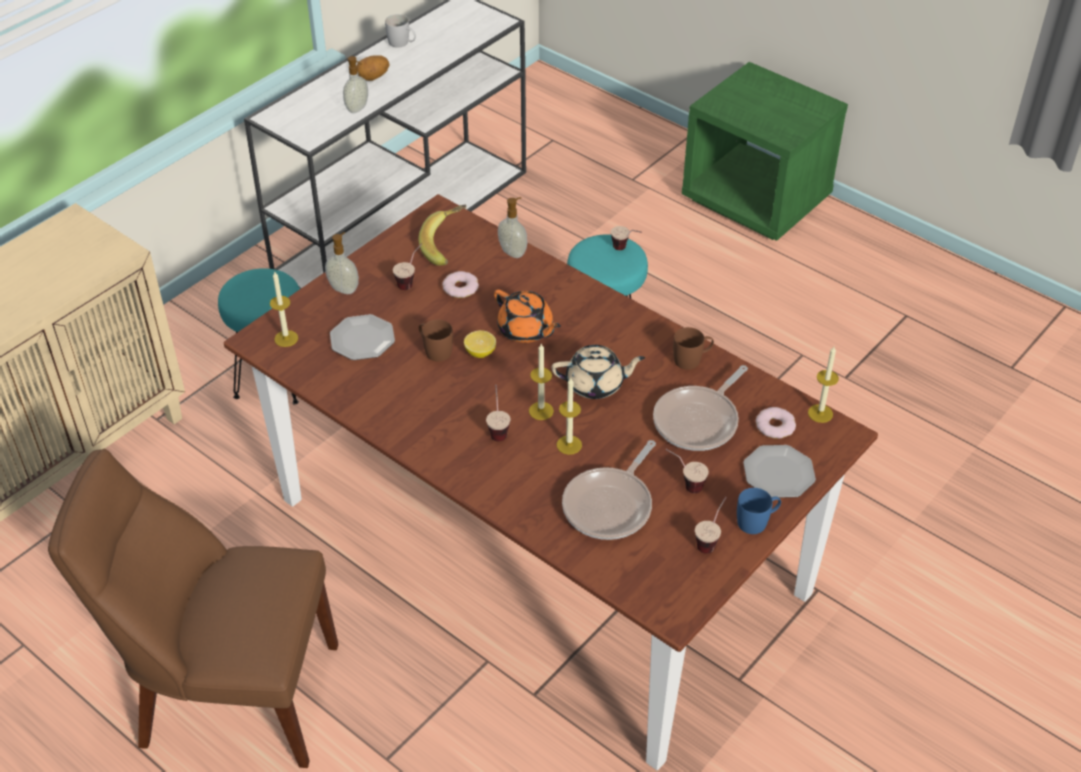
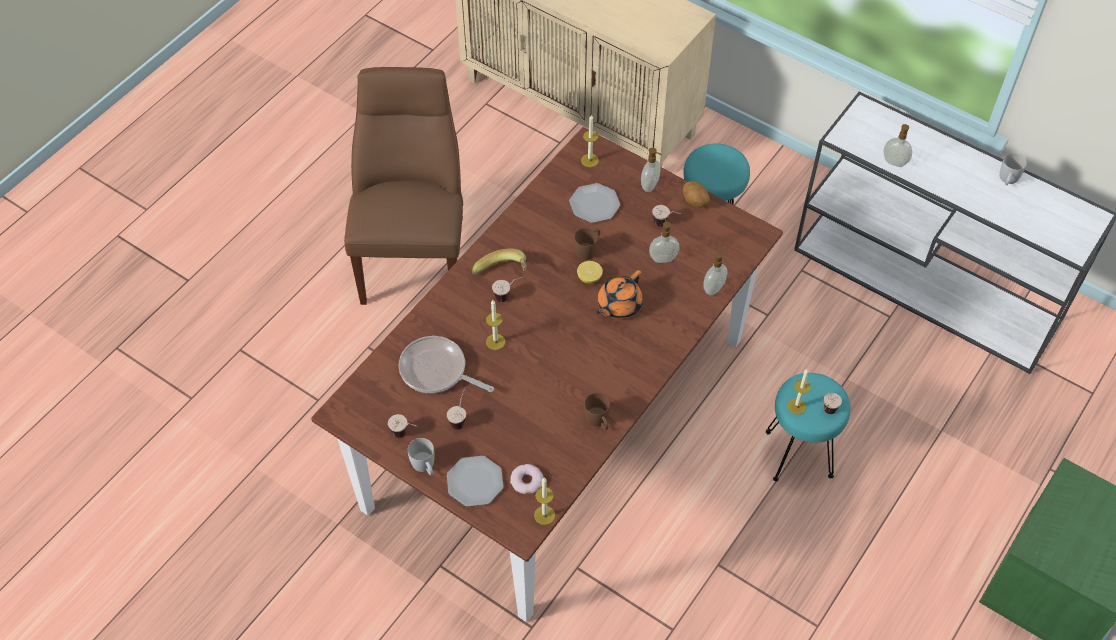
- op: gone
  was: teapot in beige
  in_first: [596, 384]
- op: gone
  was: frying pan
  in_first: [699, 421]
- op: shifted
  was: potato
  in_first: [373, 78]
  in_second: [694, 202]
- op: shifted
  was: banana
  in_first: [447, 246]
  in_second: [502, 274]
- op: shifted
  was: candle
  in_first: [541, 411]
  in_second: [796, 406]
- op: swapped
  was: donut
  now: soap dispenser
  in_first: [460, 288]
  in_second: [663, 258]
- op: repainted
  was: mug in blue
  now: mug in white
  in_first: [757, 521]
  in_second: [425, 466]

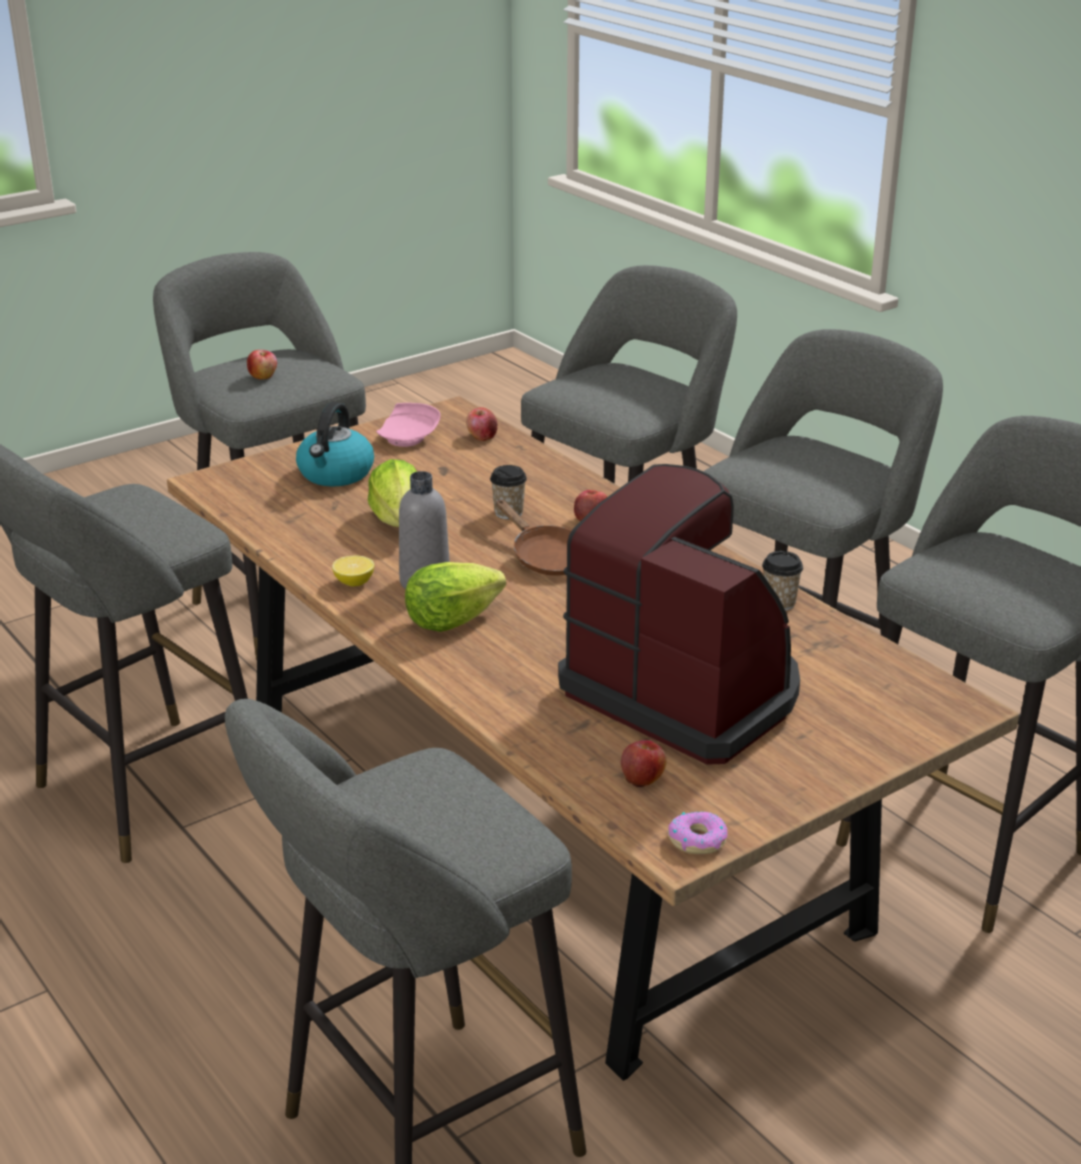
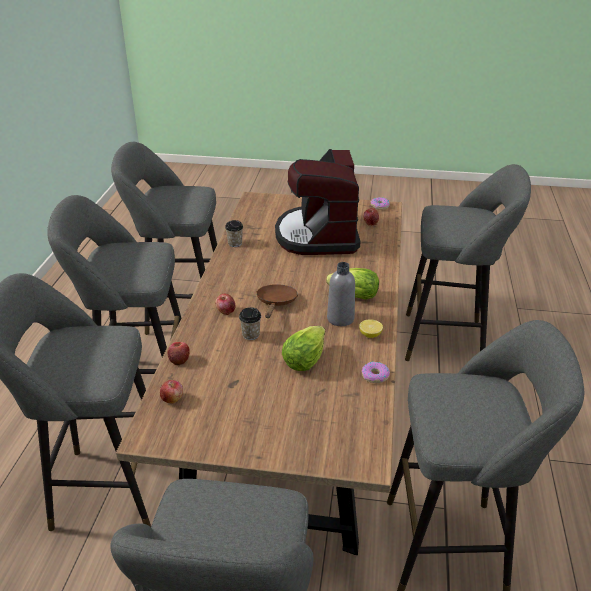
- op: gone
  was: kettle
  in_first: [336, 474]
- op: gone
  was: plate in pink
  in_first: [409, 437]
- op: new
  now: donut
  in_second: [375, 376]
- op: shifted
  was: apple
  in_first: [263, 376]
  in_second: [179, 359]

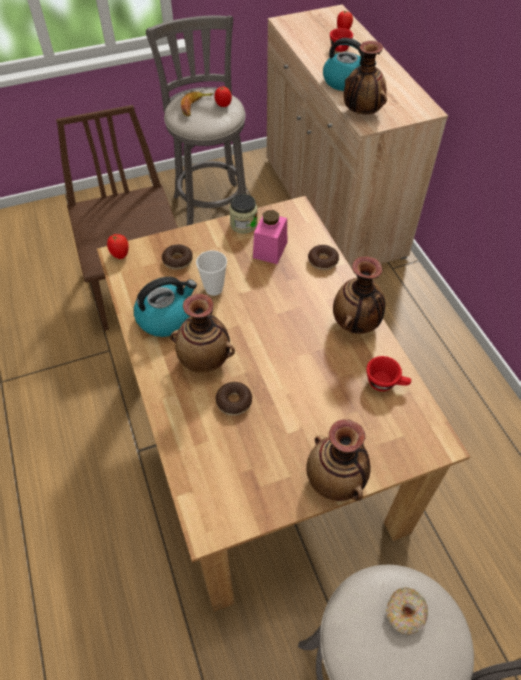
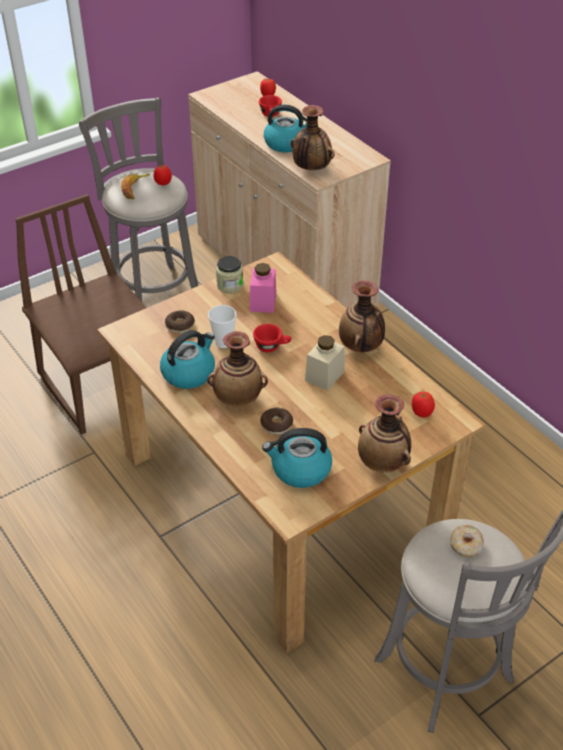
- op: gone
  was: donut
  in_first: [323, 261]
- op: new
  now: kettle
  in_second: [300, 470]
- op: new
  now: jar in beige
  in_second: [324, 376]
- op: shifted
  was: tomato
  in_first: [120, 254]
  in_second: [421, 413]
- op: shifted
  was: cup in red
  in_first: [386, 383]
  in_second: [272, 346]

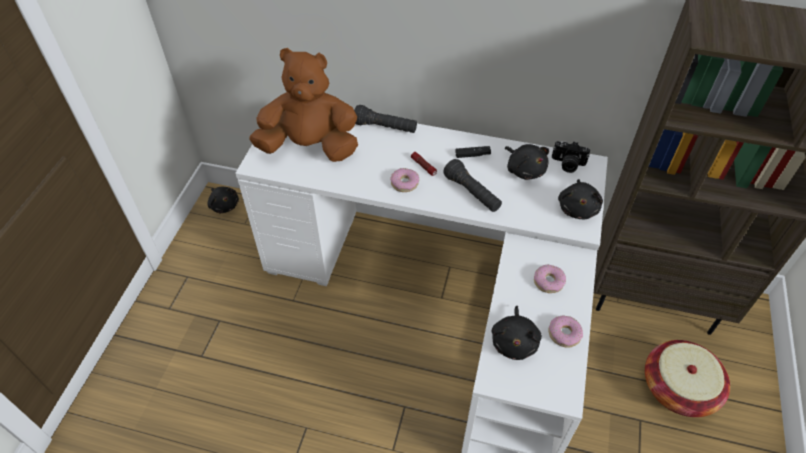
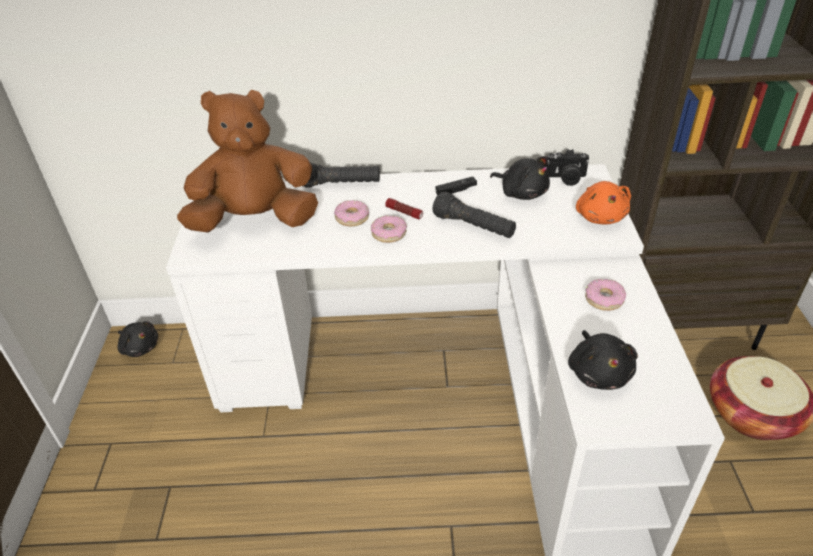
- op: shifted
  was: donut
  in_first: [564, 334]
  in_second: [352, 218]
- op: repainted
  was: plush toy in black
  now: plush toy in orange
  in_first: [578, 208]
  in_second: [600, 216]

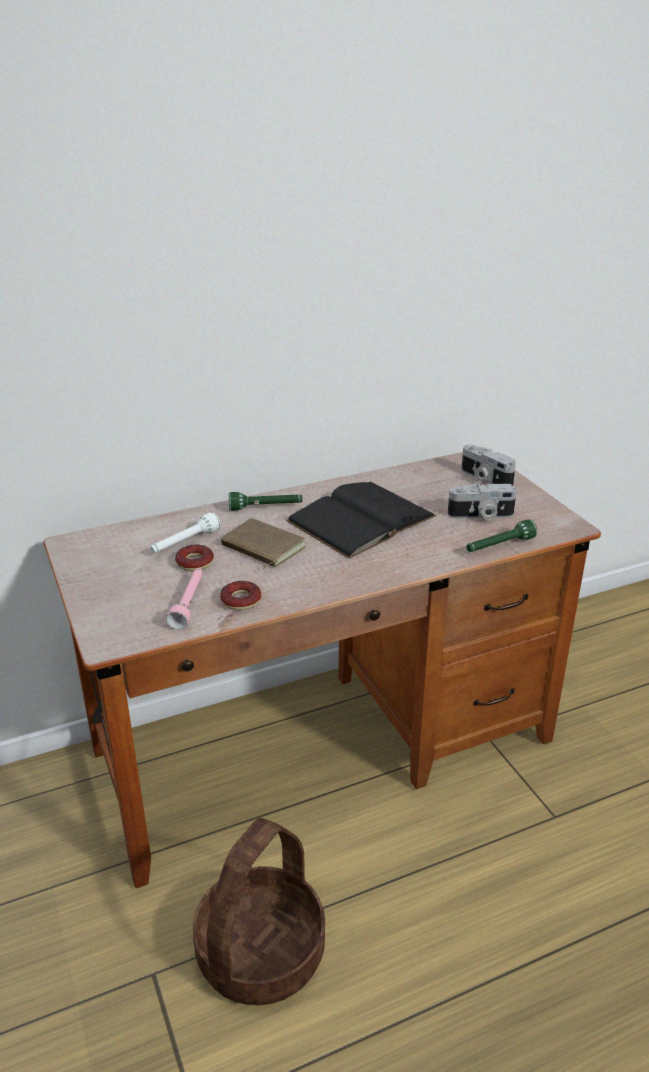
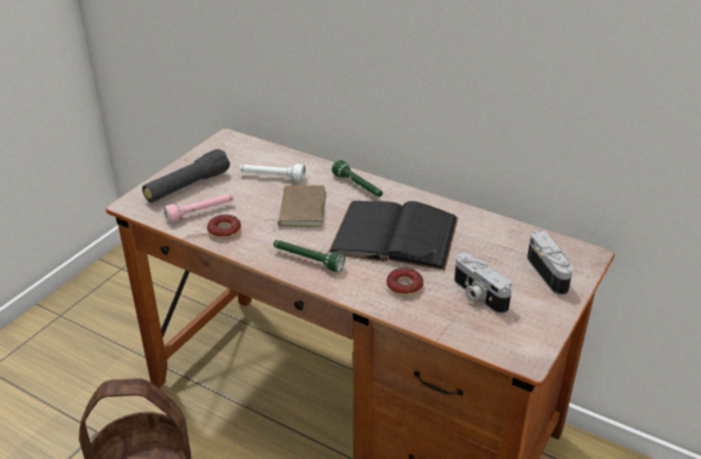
- op: new
  now: flashlight in black
  in_second: [187, 186]
- op: shifted
  was: donut
  in_first: [195, 562]
  in_second: [404, 286]
- op: shifted
  was: flashlight in green
  in_first: [499, 546]
  in_second: [307, 260]
- op: rotated
  was: photo camera
  in_first: [484, 479]
  in_second: [550, 273]
  clockwise: 150

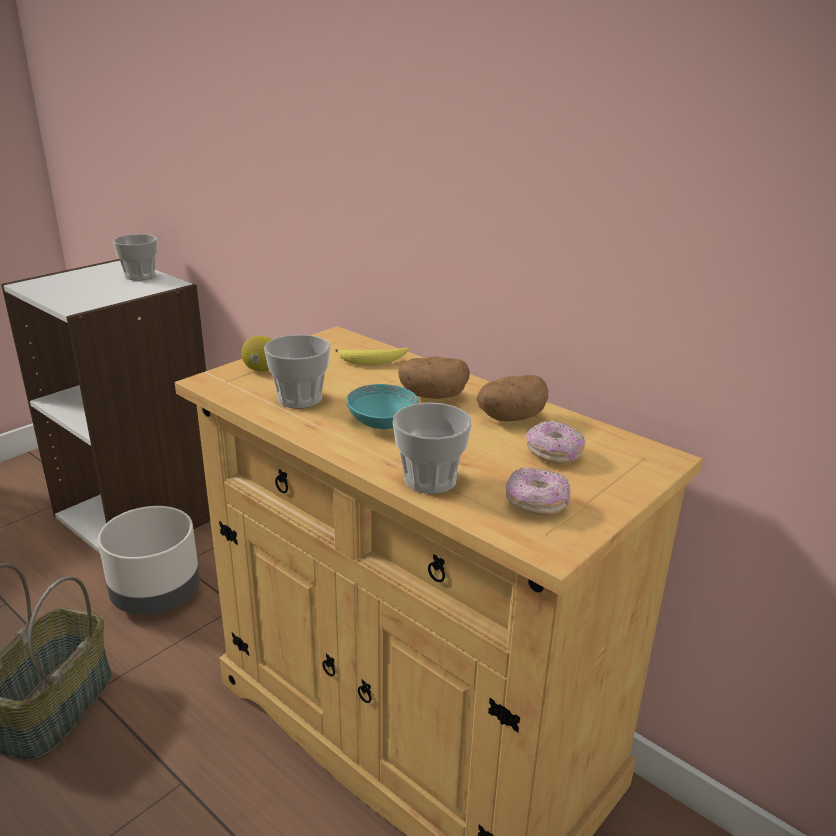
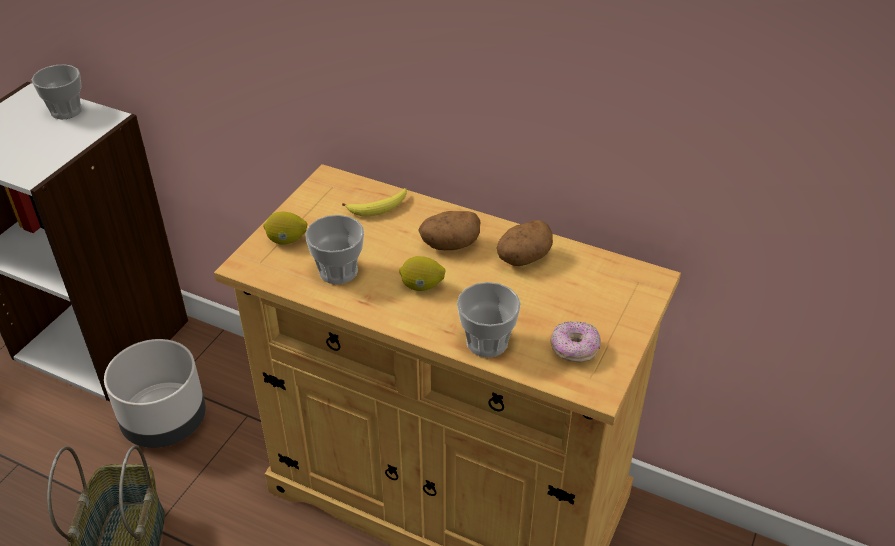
- op: gone
  was: donut
  in_first: [554, 454]
- op: swapped
  was: bowl in turquoise
  now: lemon
  in_first: [382, 423]
  in_second: [422, 286]

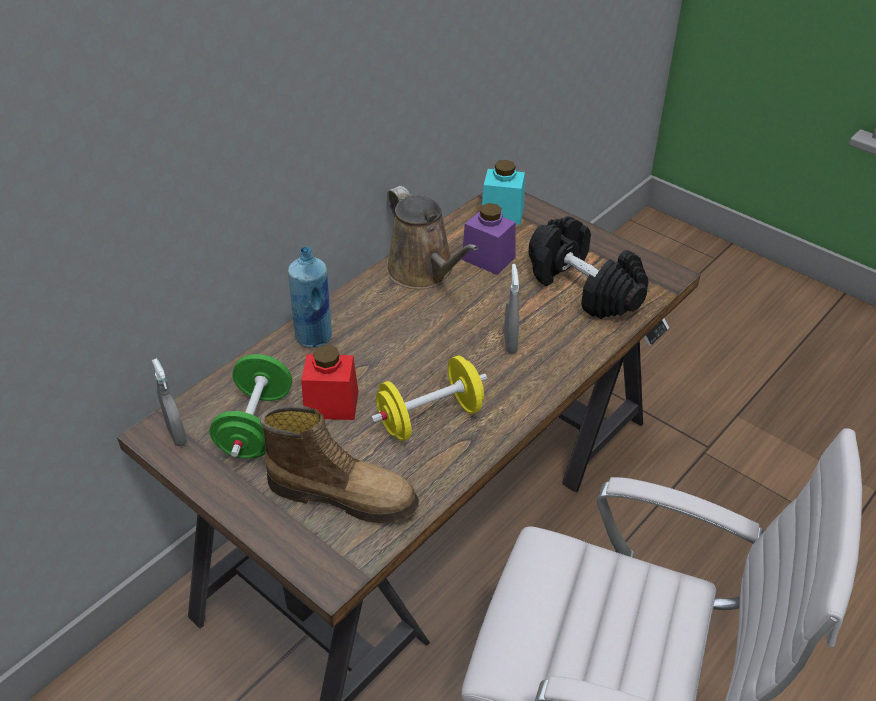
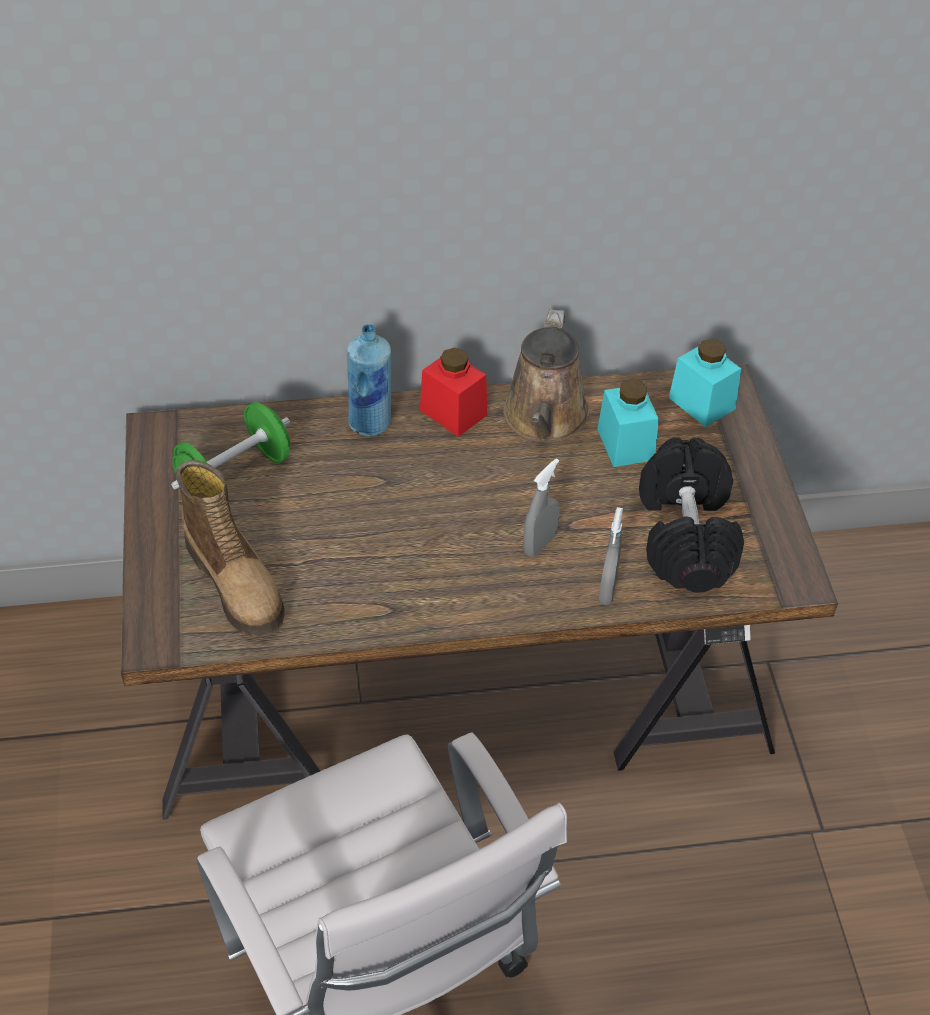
- op: gone
  was: dumbbell in yellow
  in_first: [430, 418]
- op: shifted
  was: spray bottle in grey
  in_first: [177, 435]
  in_second: [607, 590]
- op: shifted
  was: jar in red
  in_first: [331, 404]
  in_second: [453, 412]
- op: repainted
  was: jar in purple
  now: jar in turquoise
  in_first: [488, 258]
  in_second: [625, 444]

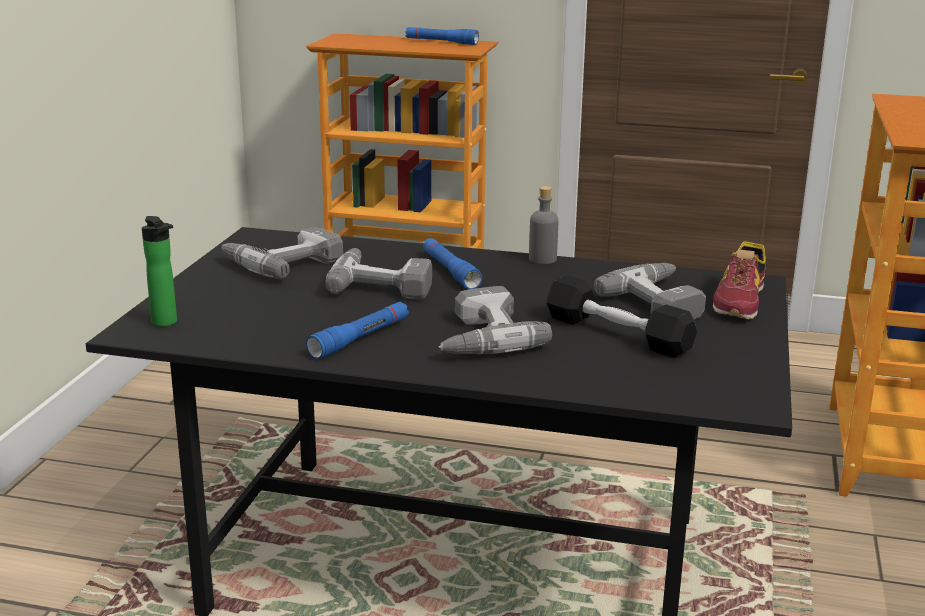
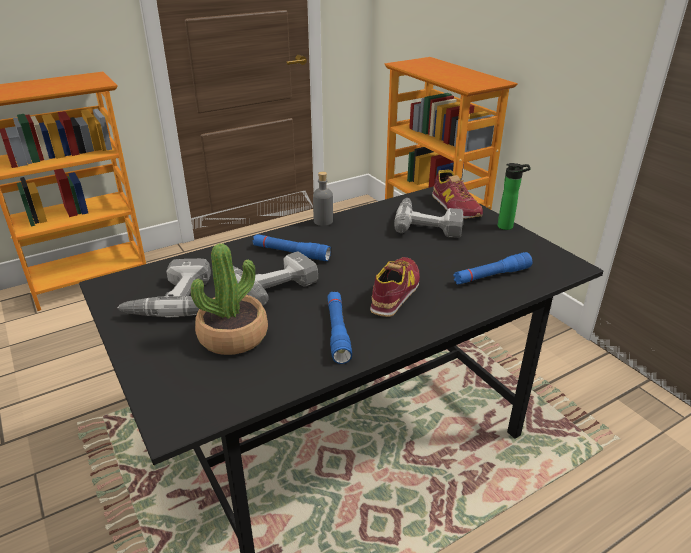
- op: gone
  was: dumbbell in black
  in_first: [617, 334]
- op: new
  now: potted plant
  in_second: [233, 336]
- op: shifted
  was: bottle
  in_first: [166, 323]
  in_second: [507, 226]
- op: shifted
  was: flashlight in blue
  in_first: [441, 42]
  in_second: [491, 276]
- op: swapped
  was: power drill
  now: shoe
  in_first: [480, 337]
  in_second: [395, 292]

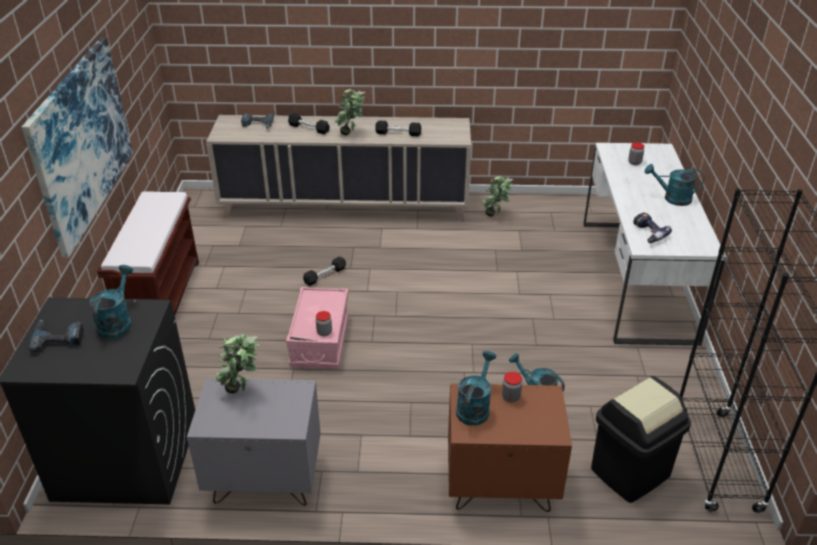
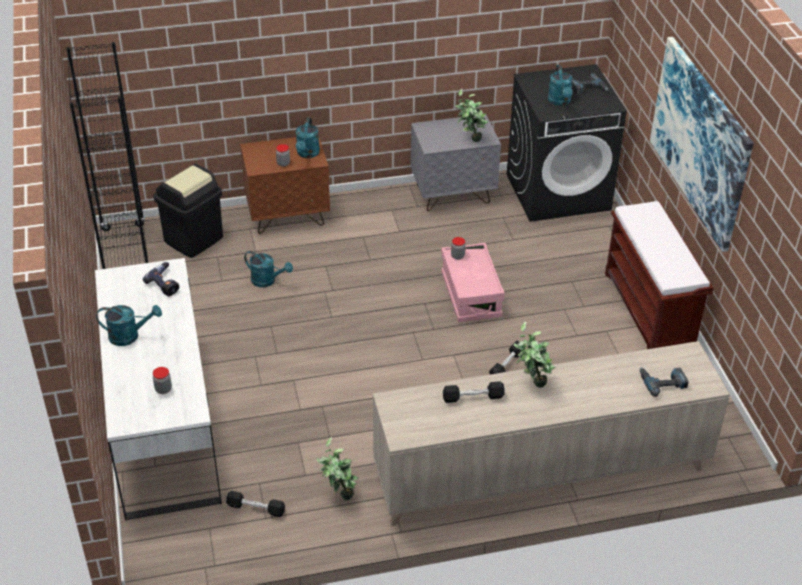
- op: shifted
  was: dumbbell in black
  in_first: [309, 128]
  in_second: [256, 508]

